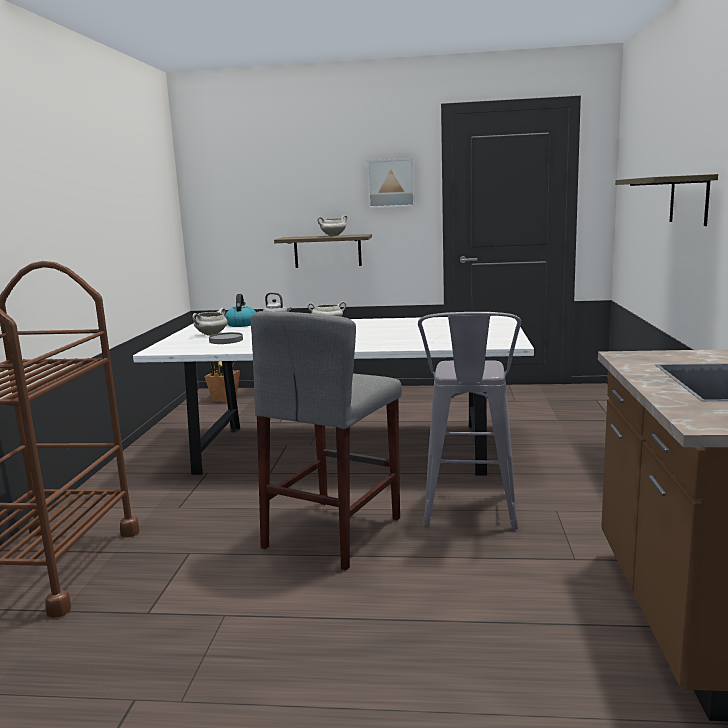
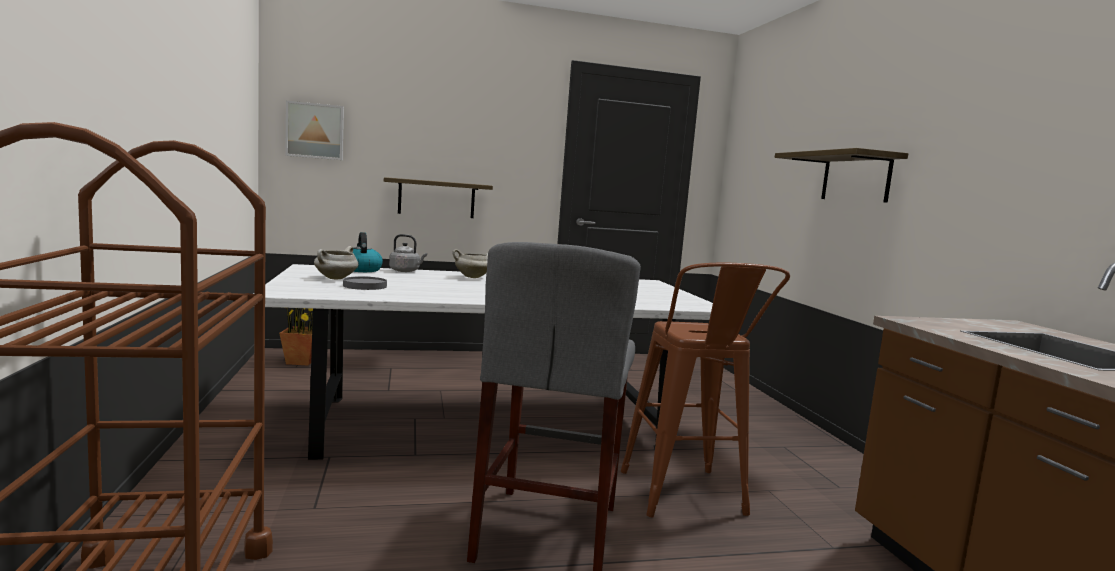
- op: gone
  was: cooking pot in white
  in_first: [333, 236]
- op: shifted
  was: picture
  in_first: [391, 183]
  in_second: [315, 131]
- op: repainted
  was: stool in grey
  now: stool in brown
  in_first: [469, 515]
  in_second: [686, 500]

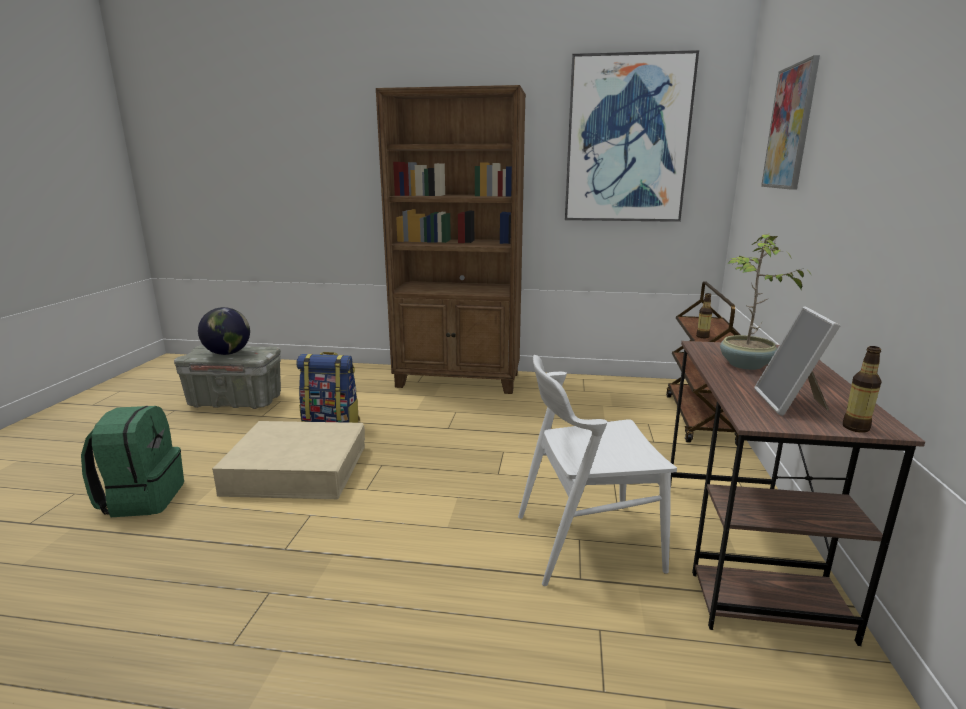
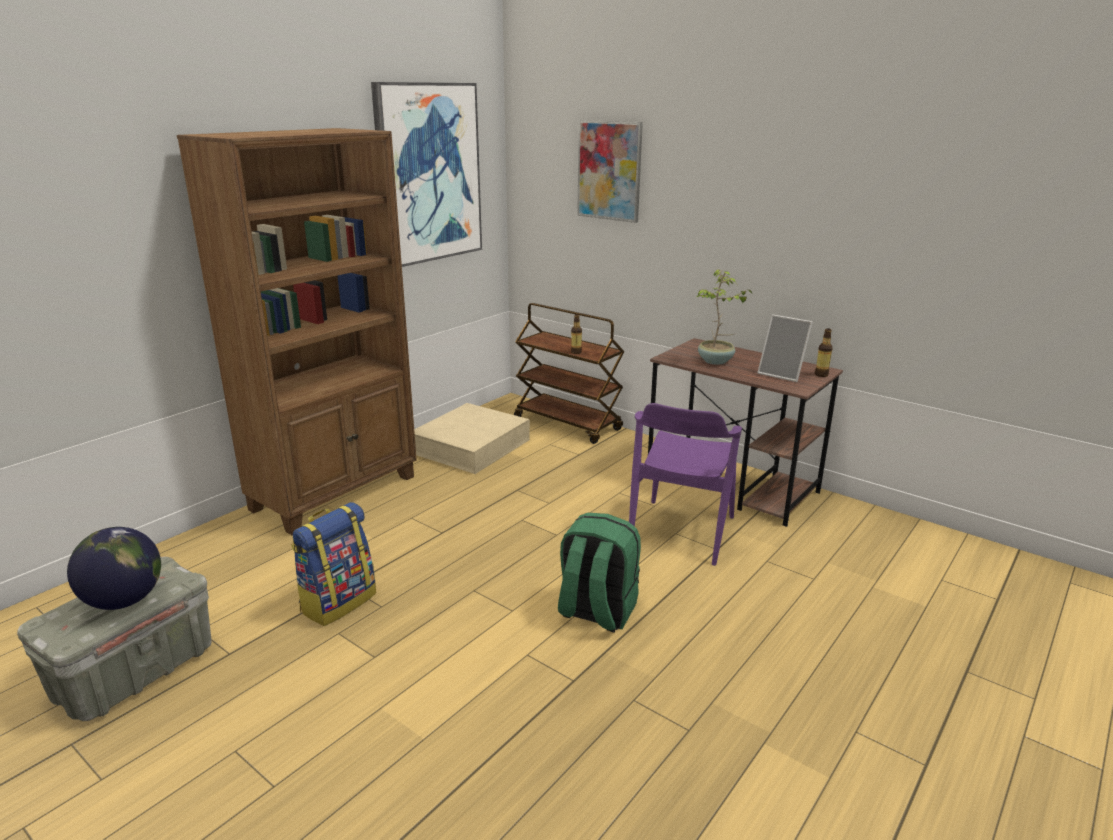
- op: shifted
  was: backpack in green
  in_first: [142, 498]
  in_second: [596, 611]
- op: shifted
  was: storage box in beige
  in_first: [296, 469]
  in_second: [471, 446]
- op: repainted
  was: chair in white
  now: chair in purple
  in_first: [586, 542]
  in_second: [681, 532]

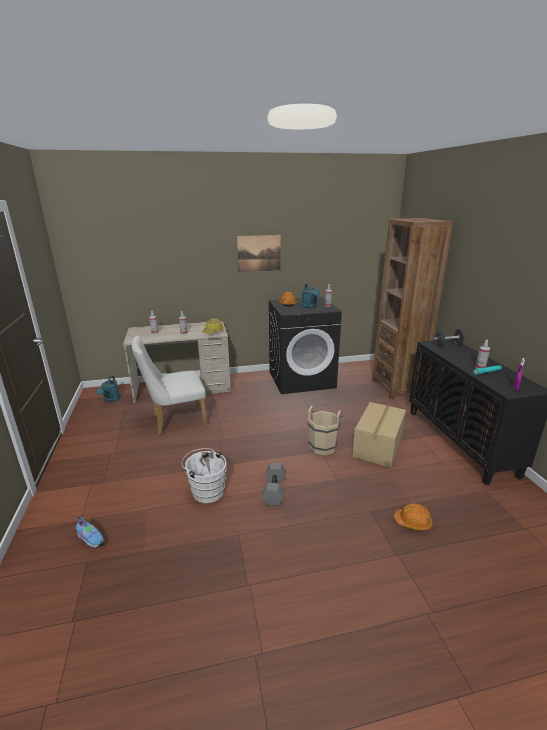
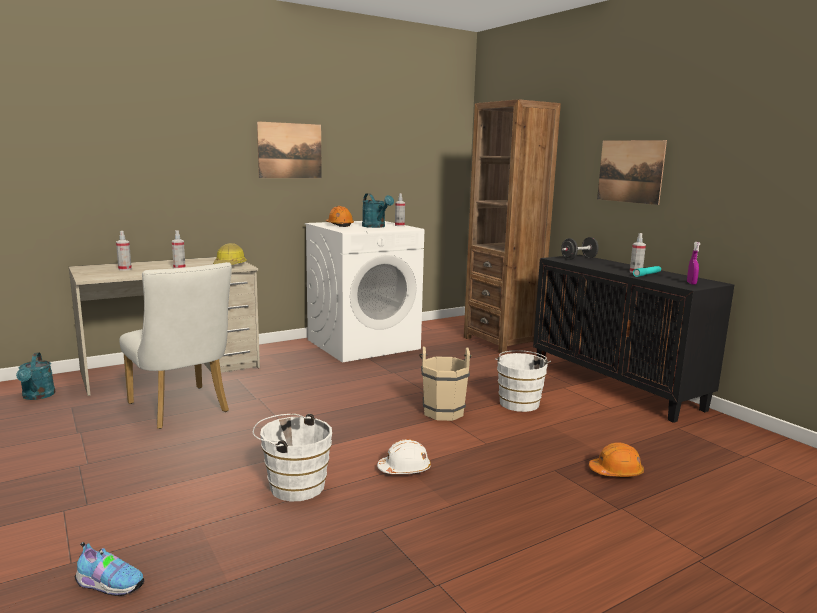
- op: new
  now: picture
  in_second: [630, 171]
- op: swapped
  was: dumbbell in grey
  now: hard hat in white
  in_first: [274, 491]
  in_second: [405, 469]
- op: swapped
  was: cardboard box
  now: bucket in white
  in_first: [378, 446]
  in_second: [519, 402]
- op: repainted
  was: washing machine in black
  now: washing machine in white
  in_first: [302, 379]
  in_second: [363, 344]
- op: rotated
  was: chair in white
  in_first: [175, 421]
  in_second: [182, 410]
  clockwise: -90

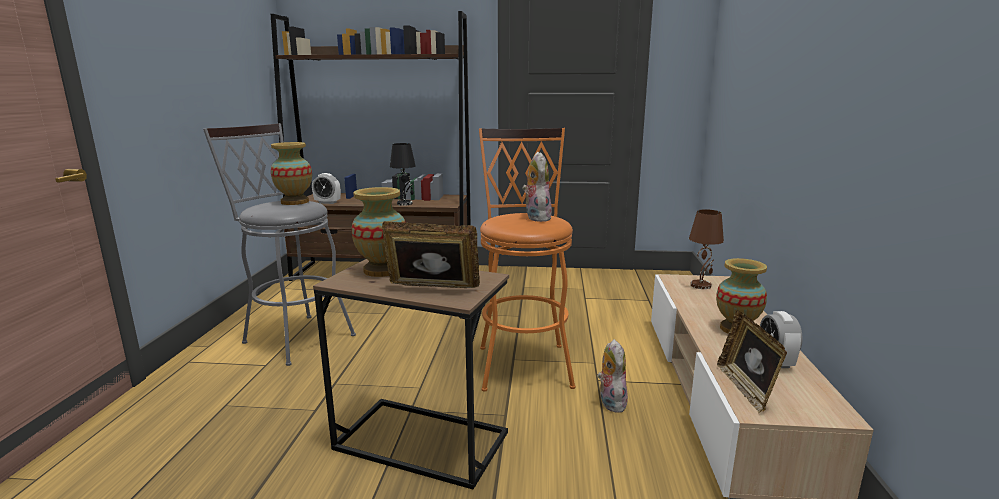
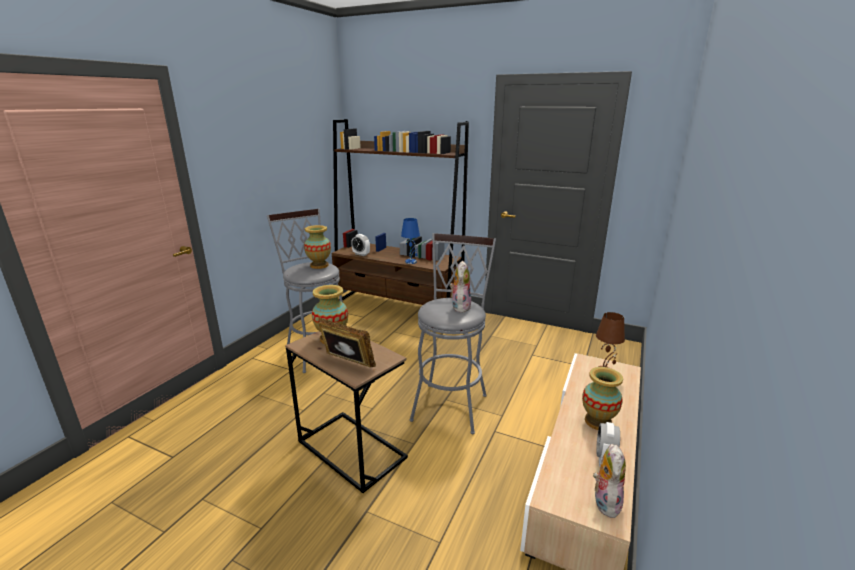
- op: gone
  was: picture frame
  in_first: [746, 388]
- op: shifted
  was: plush toy
  in_first: [610, 402]
  in_second: [604, 501]
- op: repainted
  was: table lamp in black
  now: table lamp in blue
  in_first: [405, 203]
  in_second: [411, 262]
- op: repainted
  was: stool in orange
  now: stool in grey
  in_first: [524, 361]
  in_second: [451, 403]

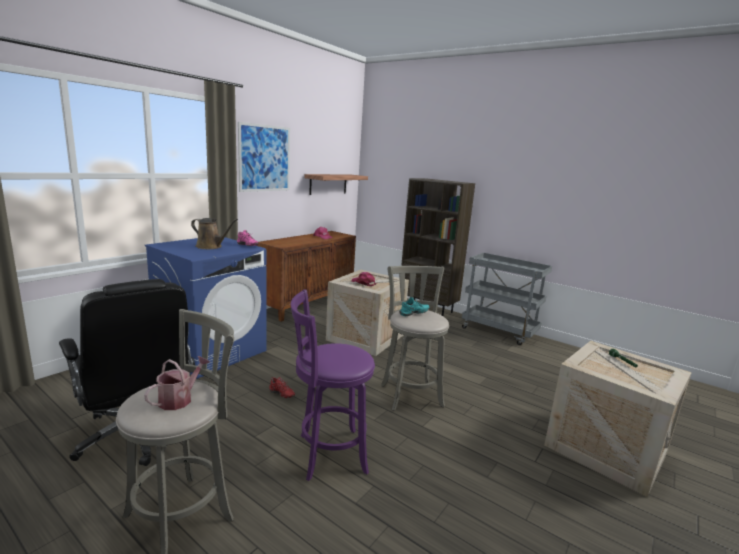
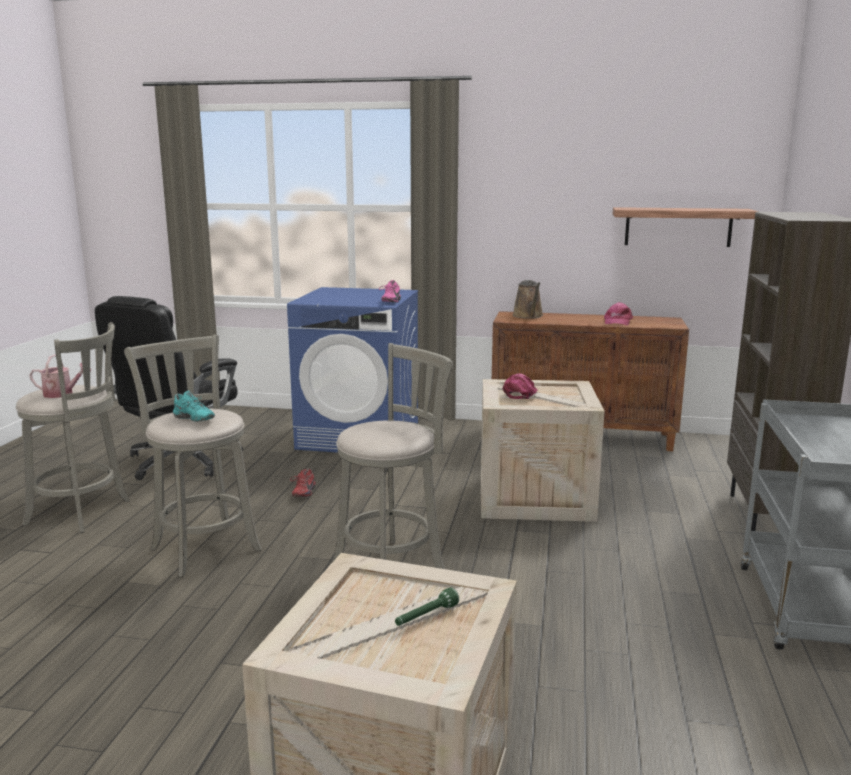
- op: gone
  was: picture
  in_first: [265, 158]
- op: shifted
  was: watering can in brown
  in_first: [211, 247]
  in_second: [528, 316]
- op: shifted
  was: shoe in turquoise
  in_first: [414, 314]
  in_second: [192, 420]
- op: repainted
  was: stool in purple
  now: stool in grey
  in_first: [328, 454]
  in_second: [203, 547]

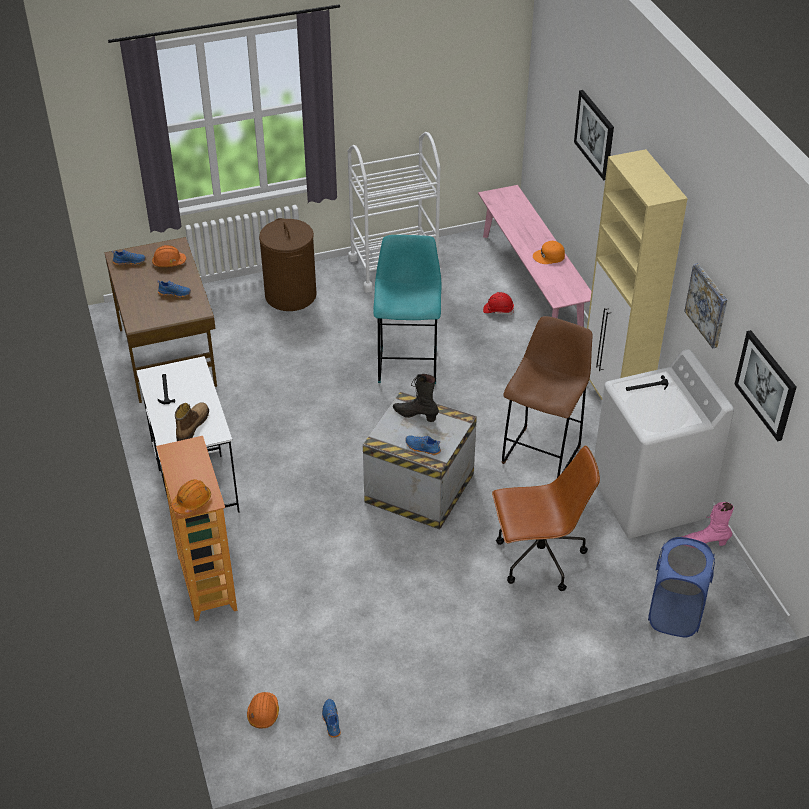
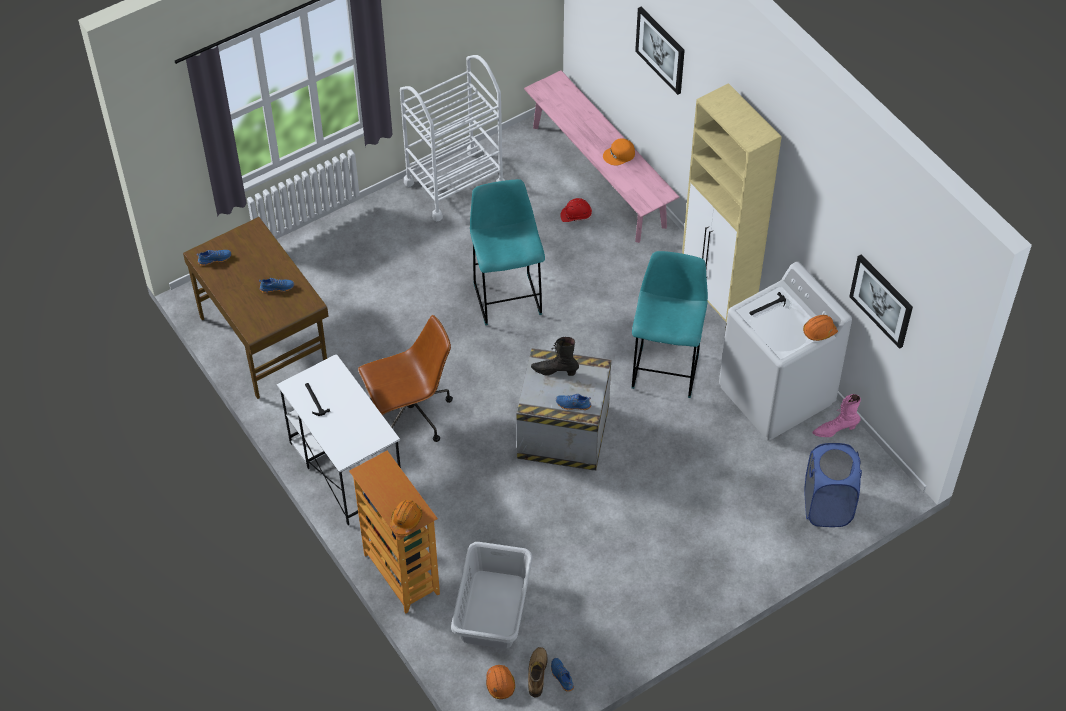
- op: gone
  was: laundry basket in brown
  in_first: [291, 295]
- op: gone
  was: picture
  in_first: [707, 305]
- op: new
  now: laundry basket in grey
  in_second: [492, 610]
- op: shifted
  was: hard hat in orange
  in_first: [169, 262]
  in_second: [820, 331]
- op: shifted
  was: boot
  in_first: [192, 426]
  in_second: [536, 673]
- op: shifted
  was: office chair in brown
  in_first: [538, 558]
  in_second: [410, 415]
- op: repainted
  was: stool in brown
  now: stool in turquoise
  in_first: [542, 453]
  in_second: [666, 369]

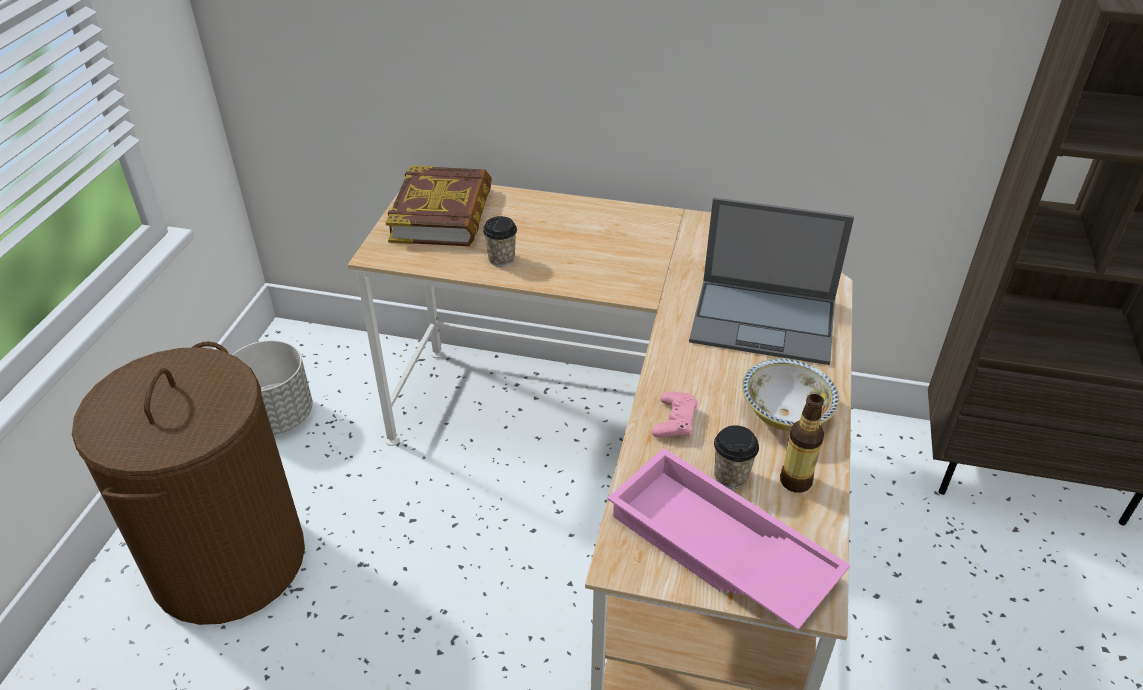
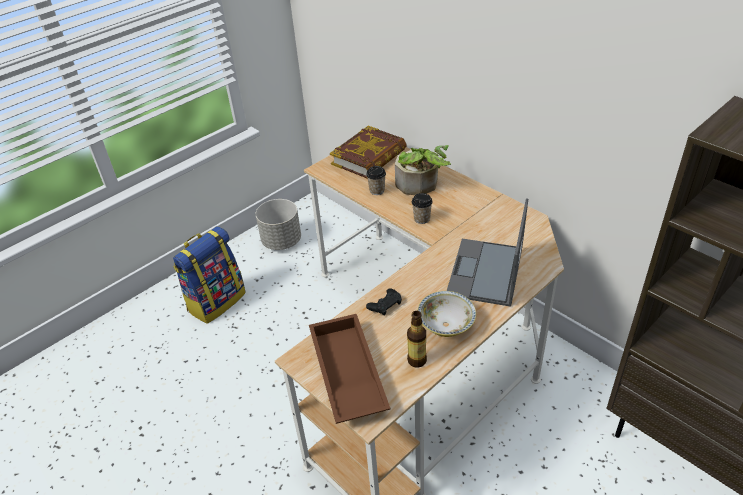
- op: new
  now: potted plant
  in_second: [421, 186]
- op: shifted
  was: cup
  in_first: [731, 476]
  in_second: [422, 219]
- op: swapped
  was: laundry basket in brown
  now: backpack
  in_first: [228, 561]
  in_second: [216, 301]
- op: repainted
  was: tray in pink
  now: tray in brown
  in_first: [717, 550]
  in_second: [346, 374]
- op: repainted
  was: game controller in pink
  now: game controller in black
  in_first: [674, 421]
  in_second: [385, 305]
- op: rotated
  was: laptop
  in_first: [765, 321]
  in_second: [485, 272]
  clockwise: 60

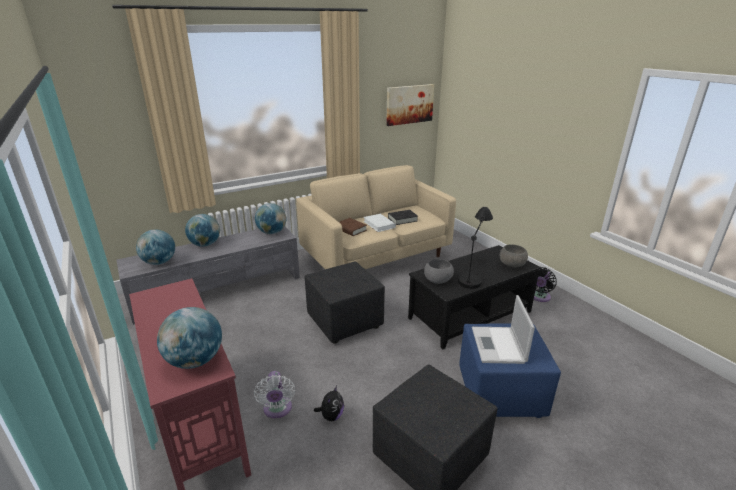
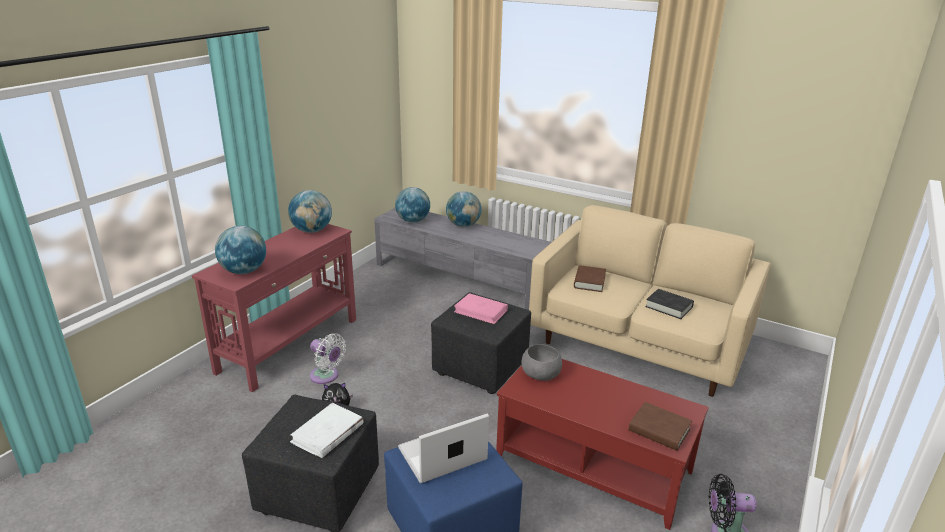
- op: gone
  was: picture
  in_first: [409, 104]
- op: gone
  was: table lamp in black
  in_first: [473, 272]
- op: new
  now: book in pink
  in_second: [481, 311]
- op: shifted
  was: globe
  in_first: [272, 232]
  in_second: [312, 231]
- op: shifted
  was: book in white
  in_first: [379, 224]
  in_second: [327, 433]
- op: swapped
  was: bowl in grey
  now: book in brown
  in_first: [512, 264]
  in_second: [659, 430]
- op: repainted
  was: coffee table in black
  now: coffee table in red
  in_first: [469, 314]
  in_second: [593, 463]
- op: rotated
  was: fan in white
  in_first: [277, 410]
  in_second: [326, 376]
  clockwise: -105

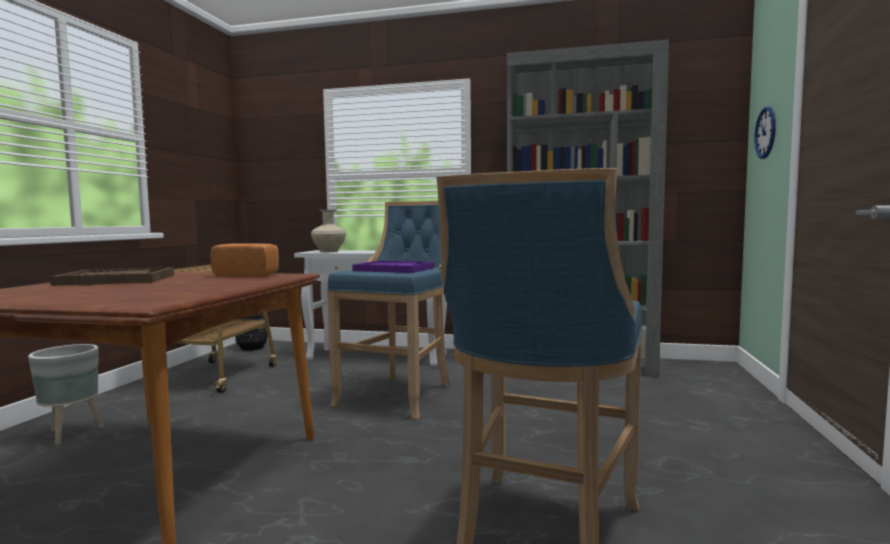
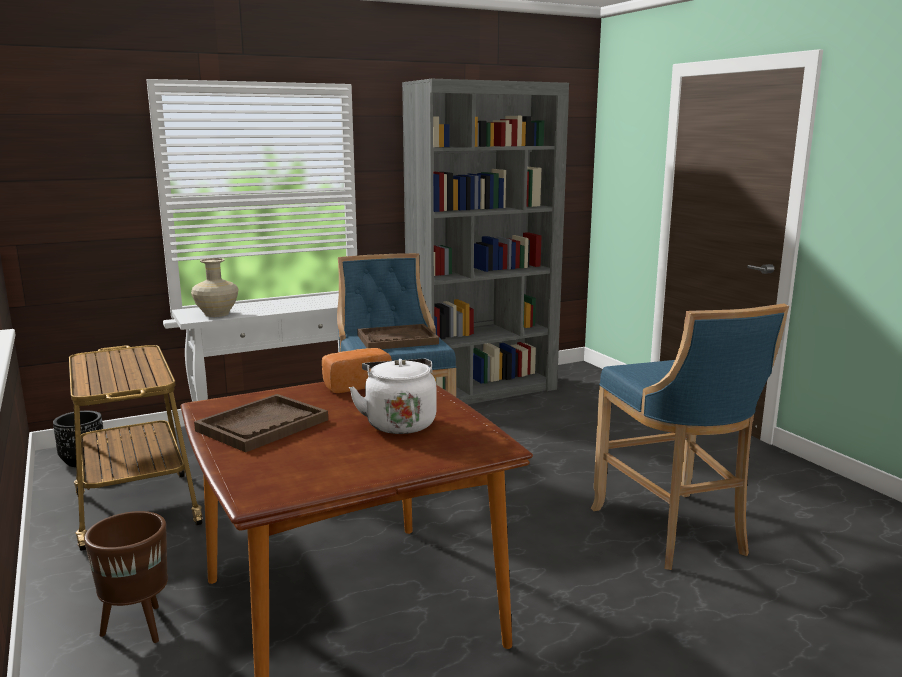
- op: gone
  was: wall clock
  in_first: [766, 132]
- op: new
  now: kettle in white
  in_second: [399, 423]
- op: repainted
  was: planter in grey
  now: planter in brown
  in_first: [72, 434]
  in_second: [139, 627]
- op: repainted
  was: tray in purple
  now: tray in brown
  in_first: [394, 269]
  in_second: [397, 339]

